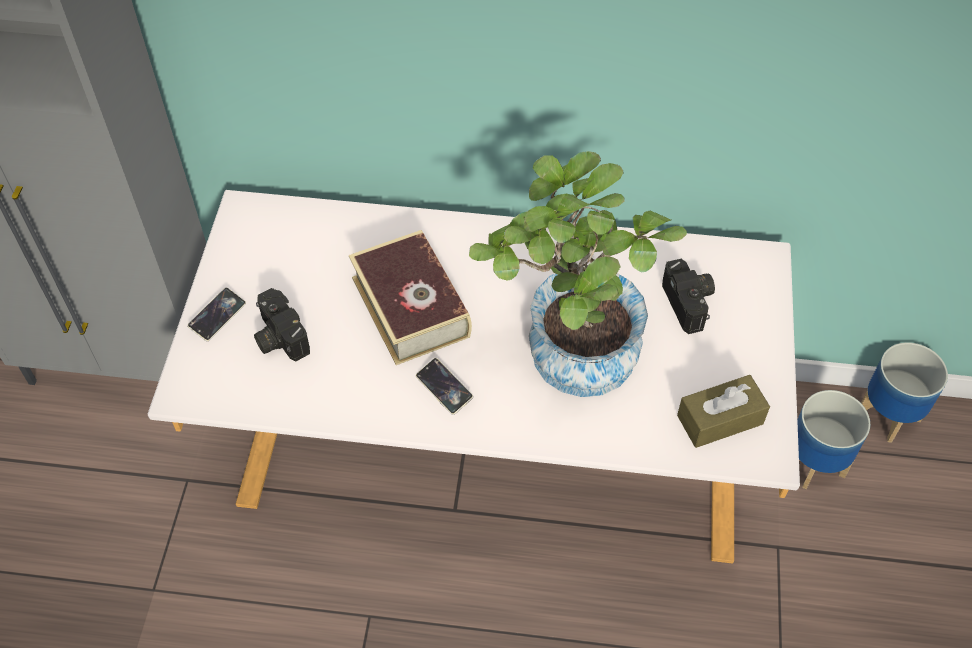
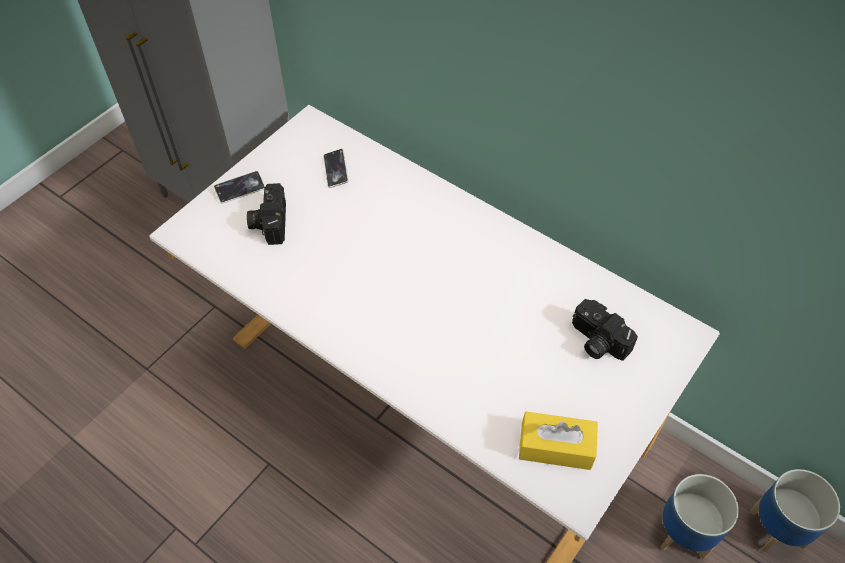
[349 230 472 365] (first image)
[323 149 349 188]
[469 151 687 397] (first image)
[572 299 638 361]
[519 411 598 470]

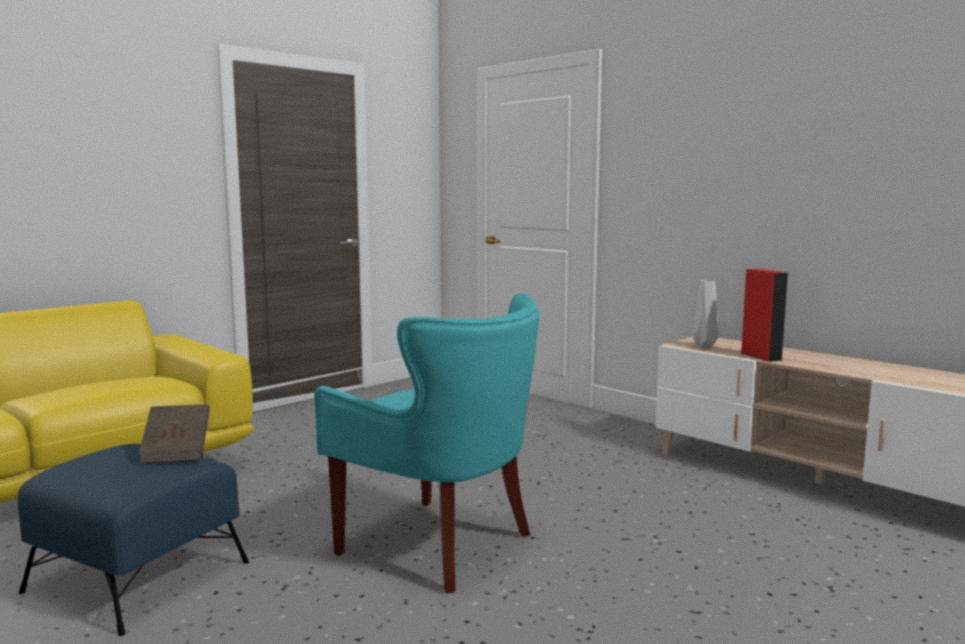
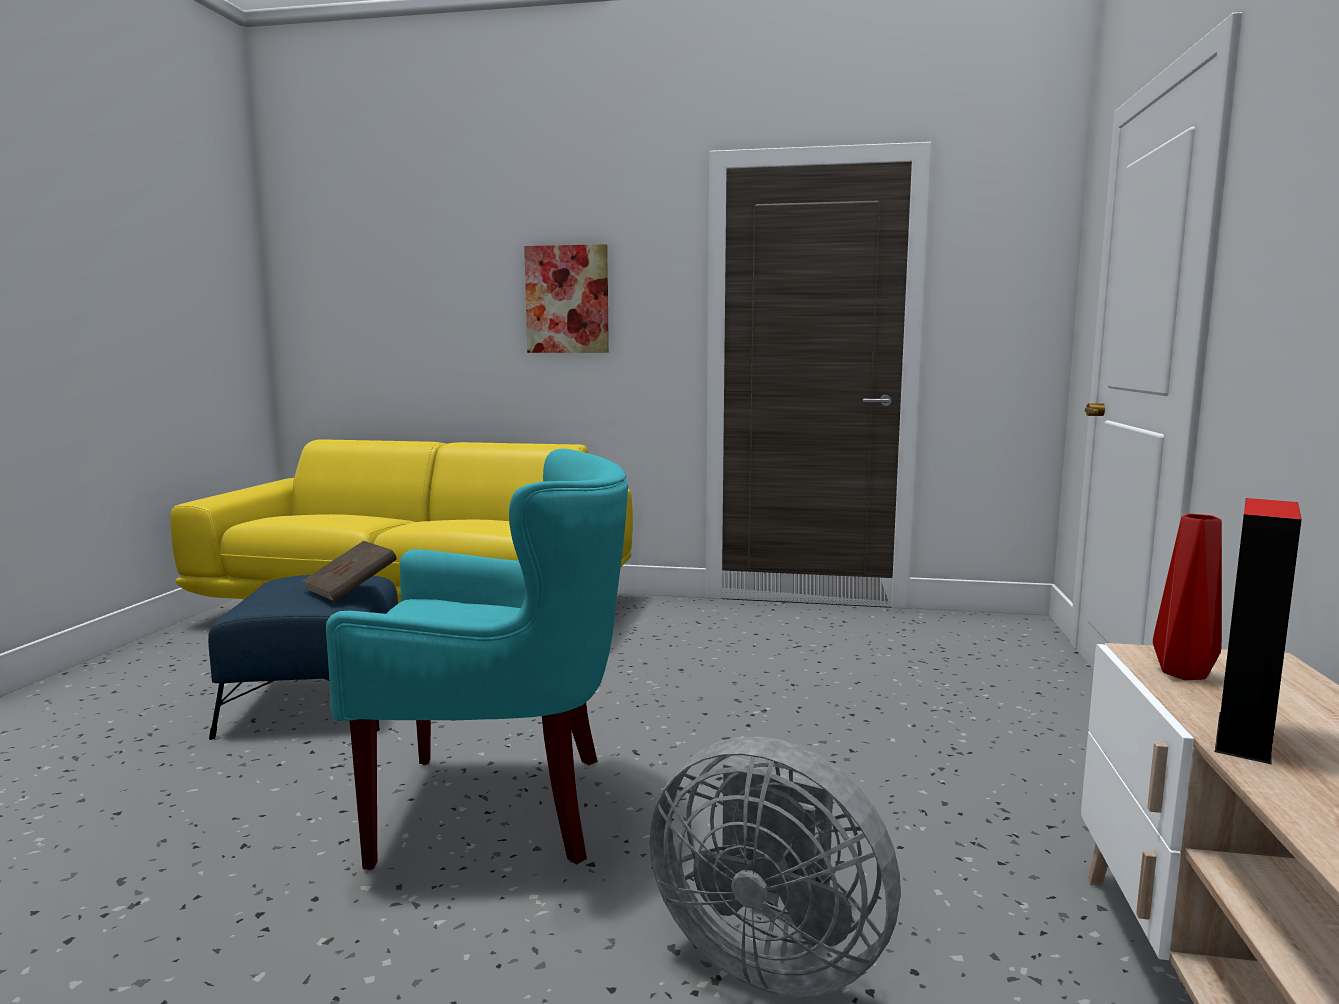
[326 449 628 870]
[1153 514 1222 680]
[524 244 609 353]
[649 737 901 997]

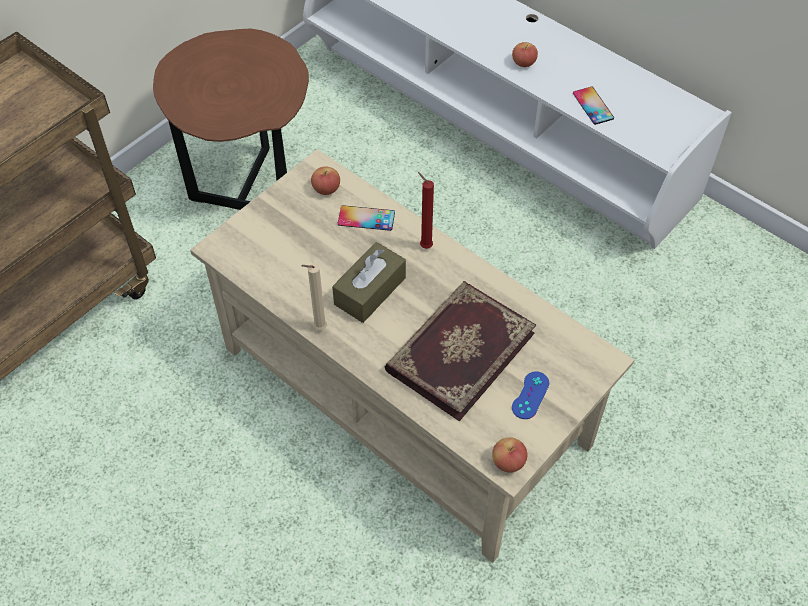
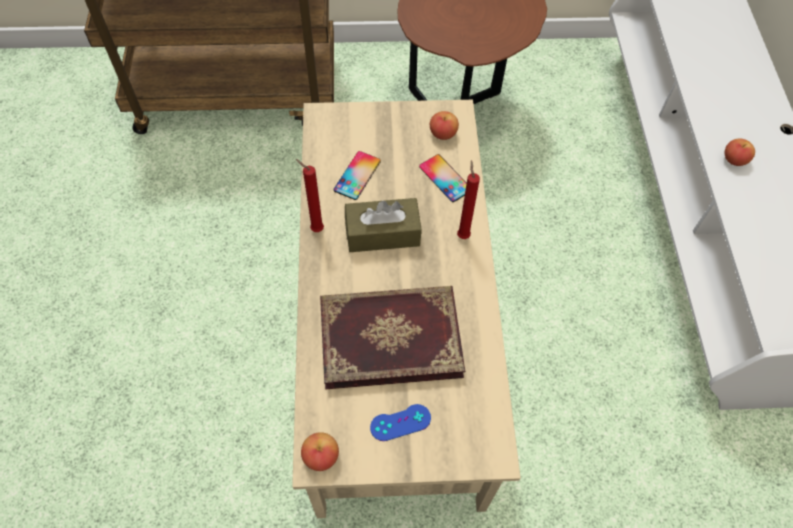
[296 159 324 232]
[333 151 381 200]

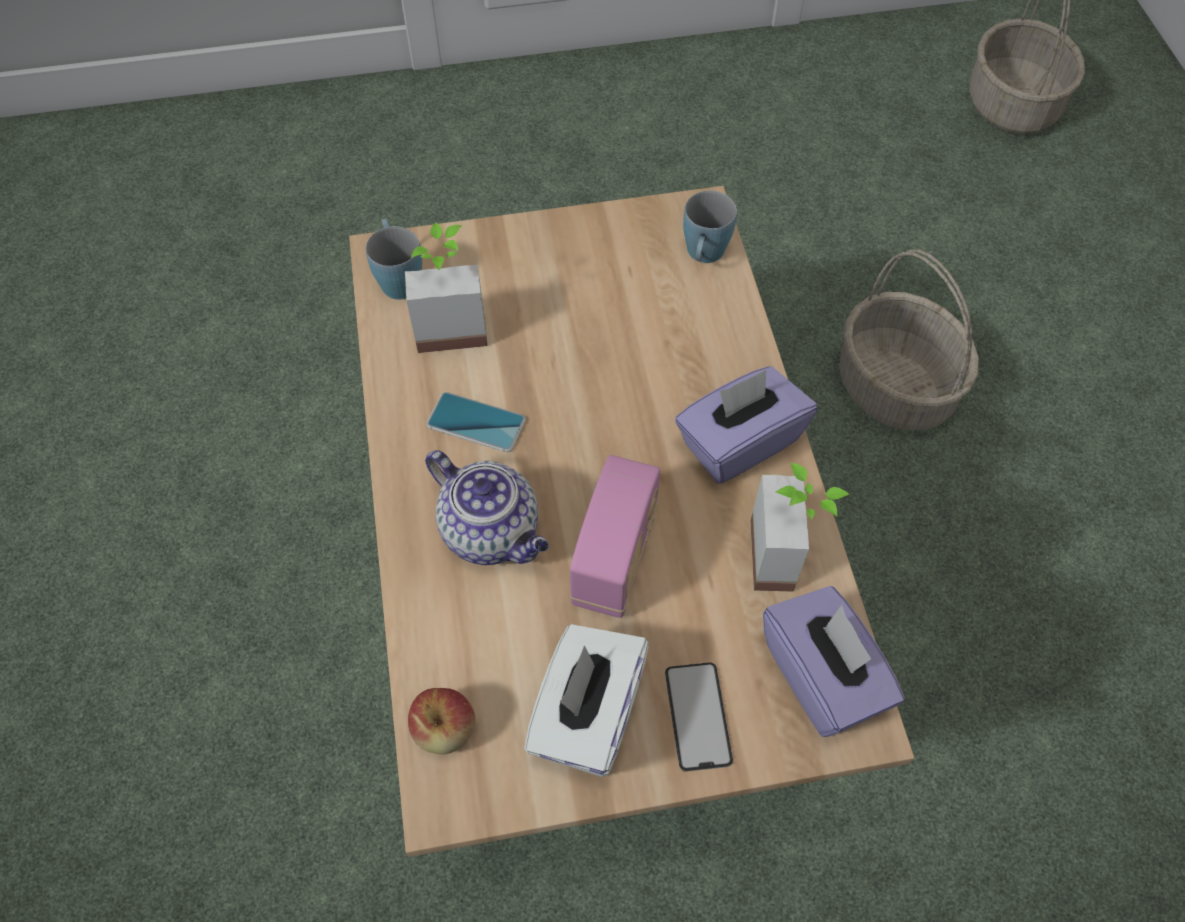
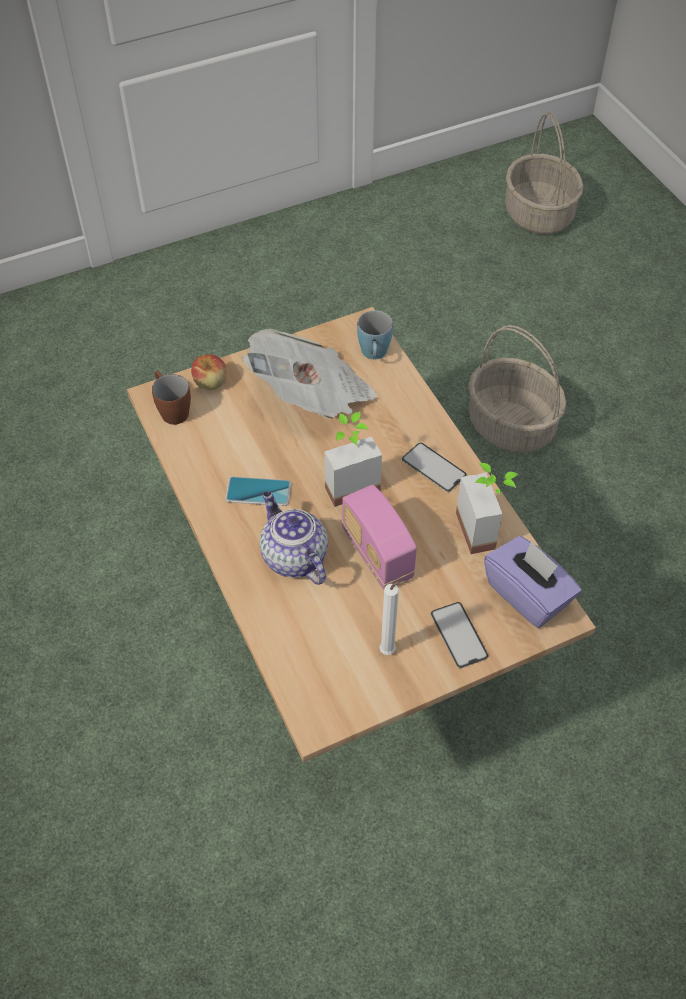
[152 371 191 425]
[324 412 382 507]
[191 354 227 390]
[260 491 328 585]
[379 581 407 655]
[342 485 417 590]
[402 442 467 492]
[242 328 377 419]

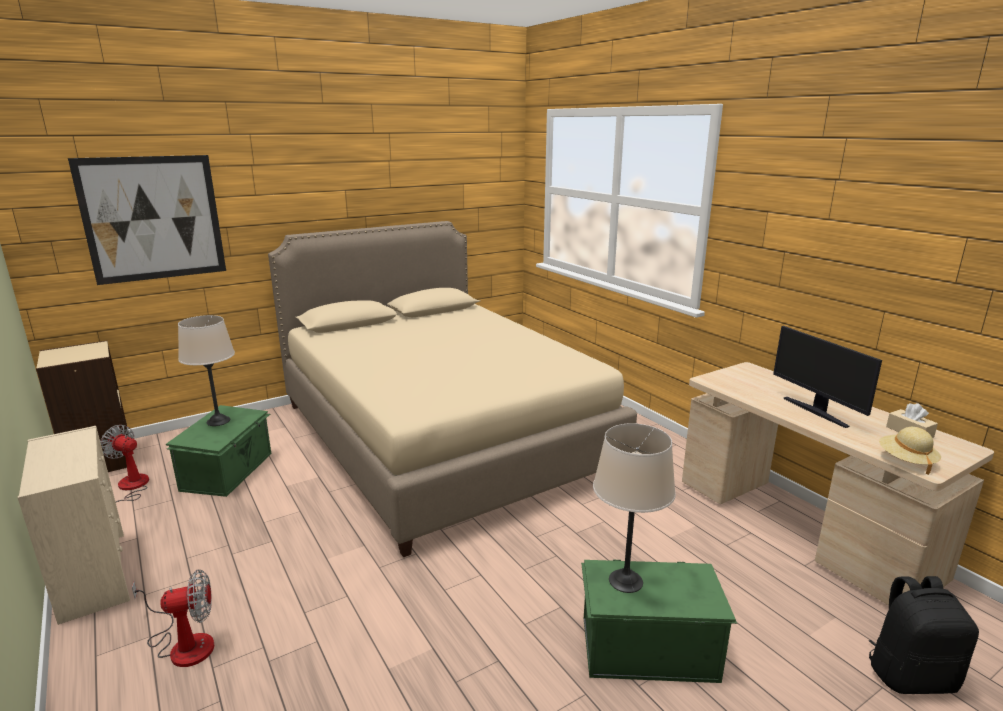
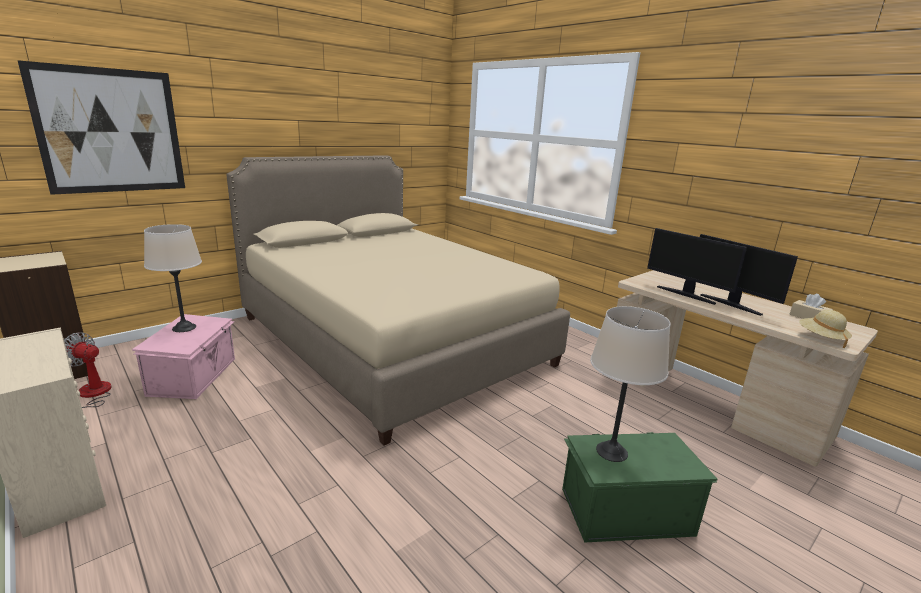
[132 570 214 667] (first image)
[132 314 235 399]
[869 576 979 694] (first image)
[647 228 747 305]

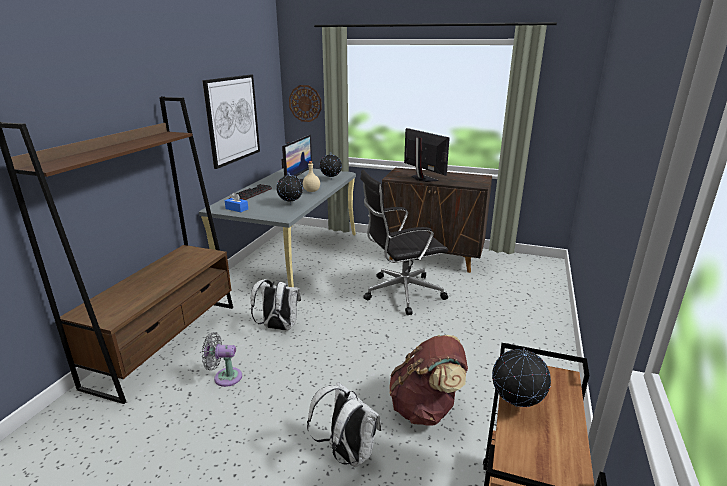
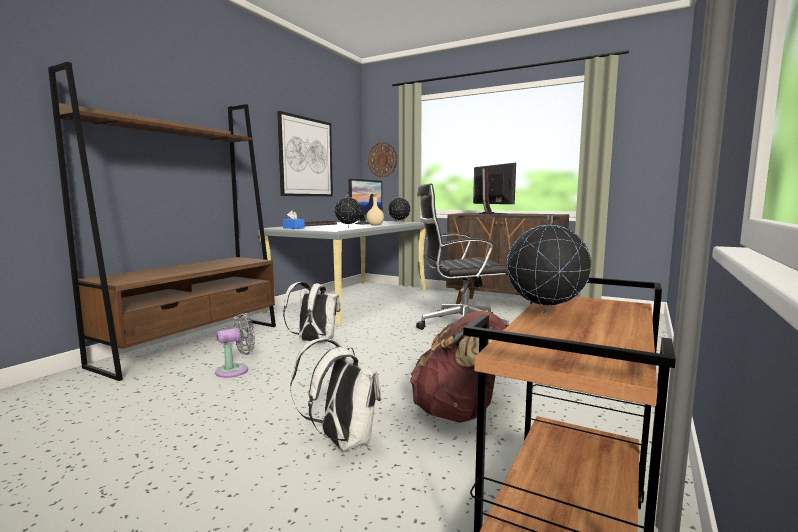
[215 313 255 378]

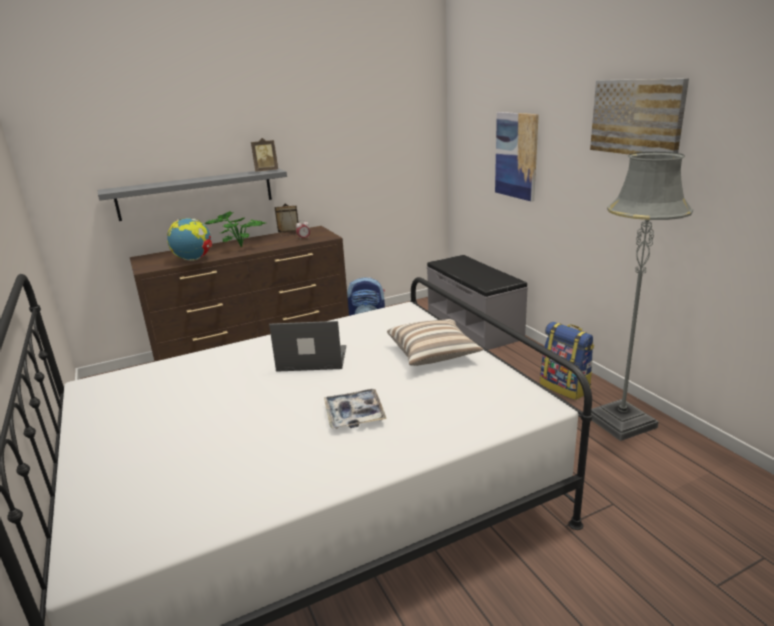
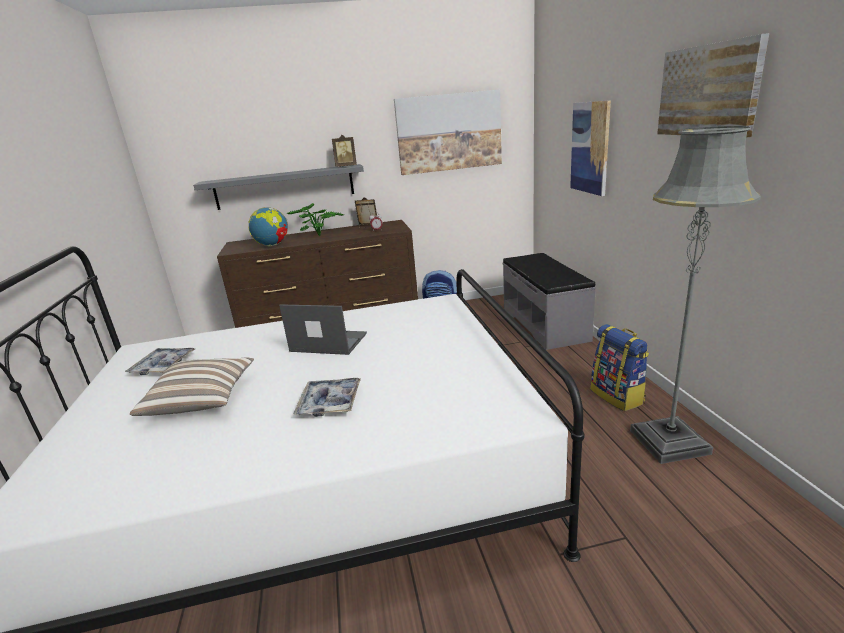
[130 358 254 416]
[125 348 195 375]
[394 89 502 175]

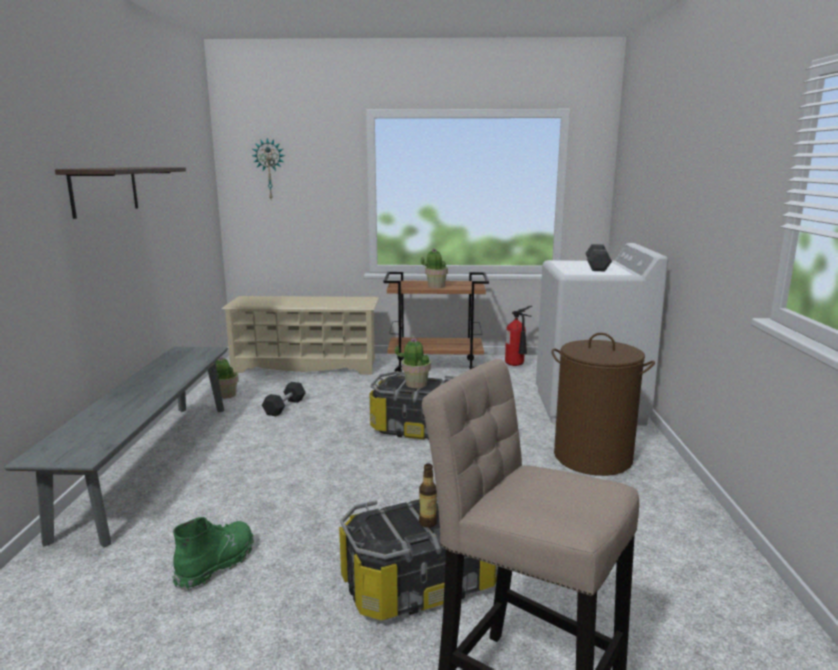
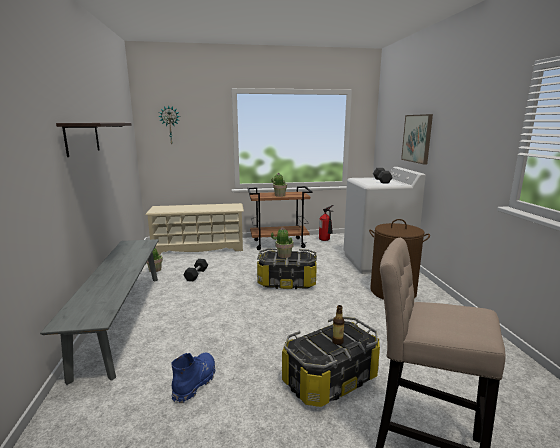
[171 353 216 403]
[401 114 433 164]

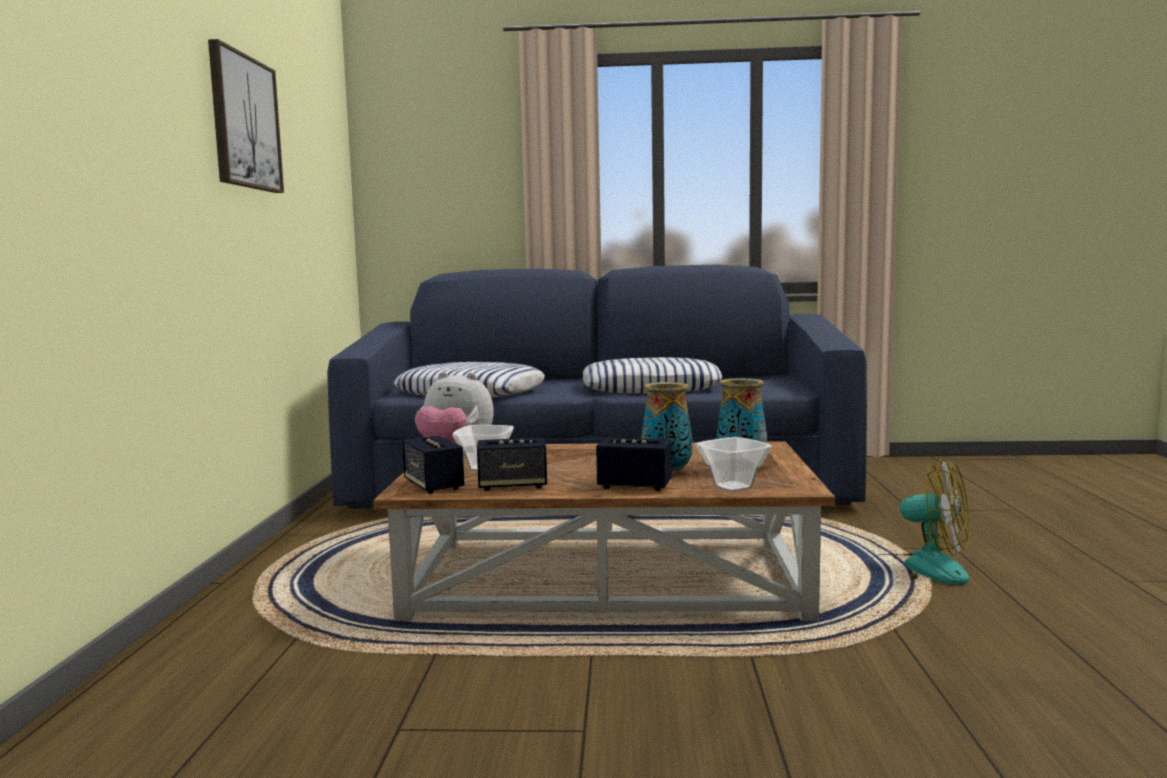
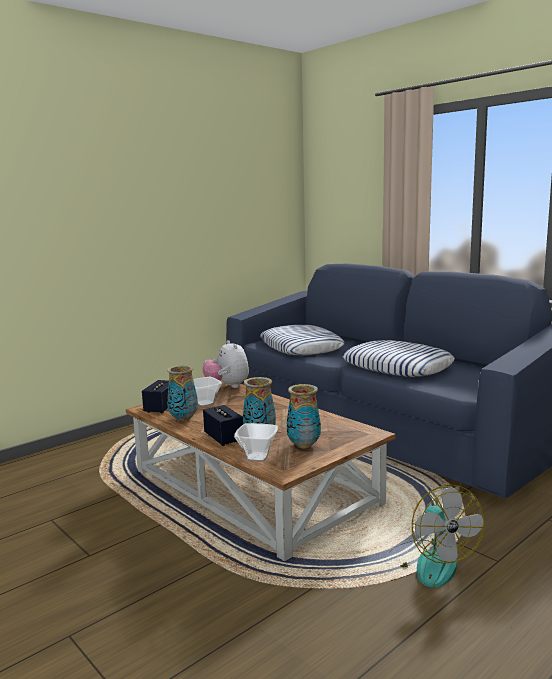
[208 39 284 193] (first image)
[167 365 198 421]

